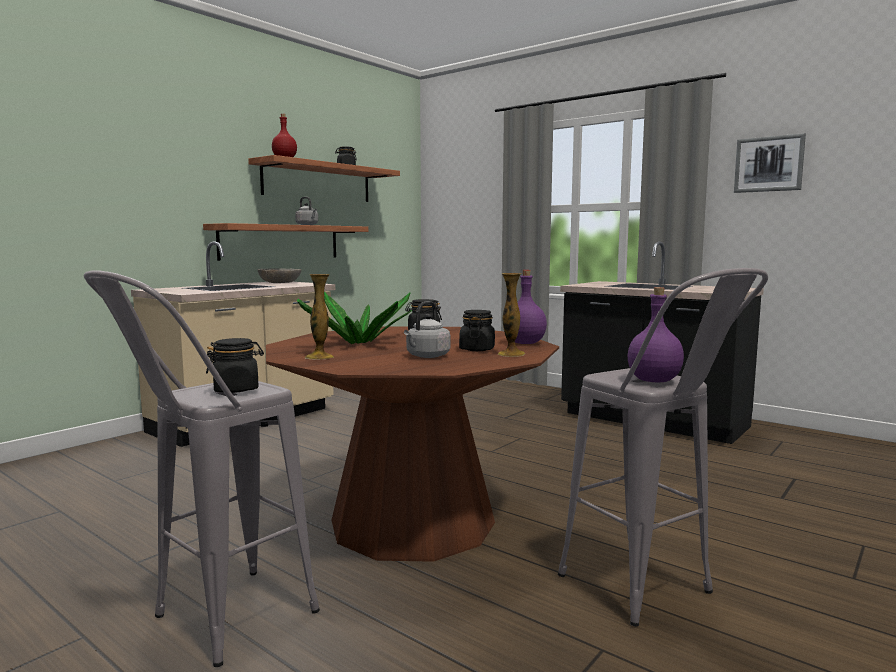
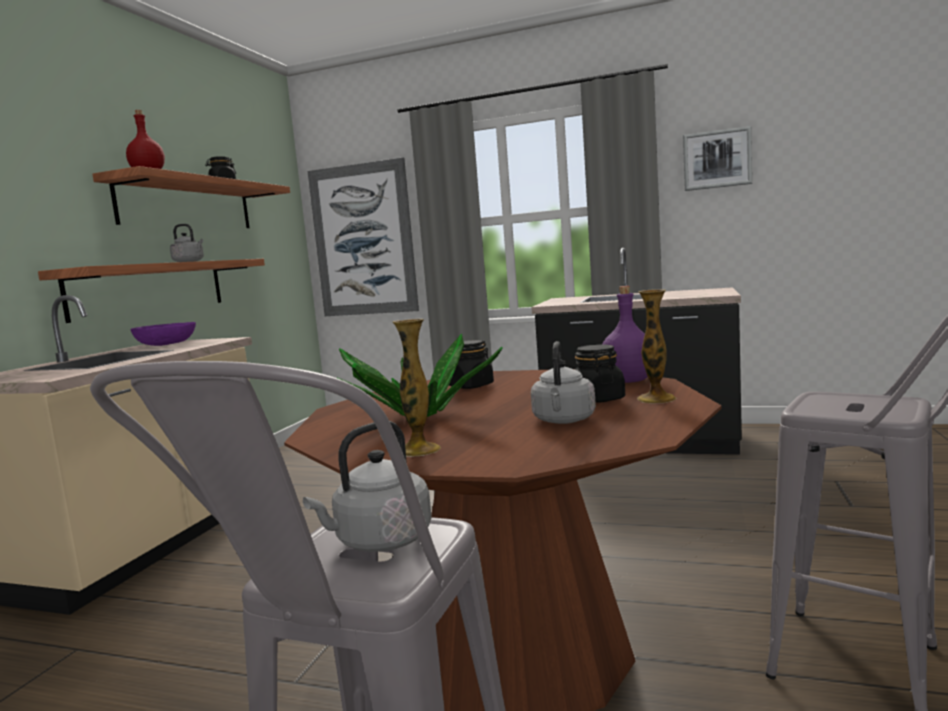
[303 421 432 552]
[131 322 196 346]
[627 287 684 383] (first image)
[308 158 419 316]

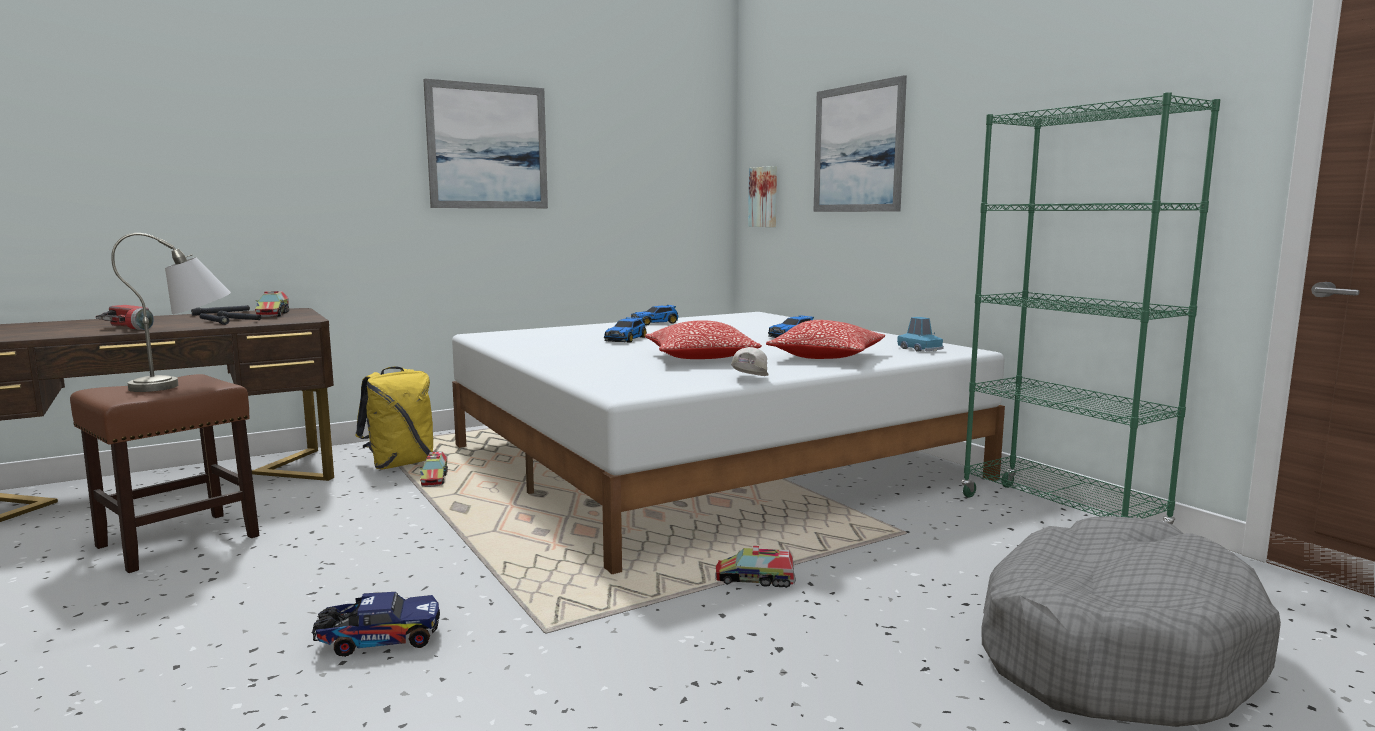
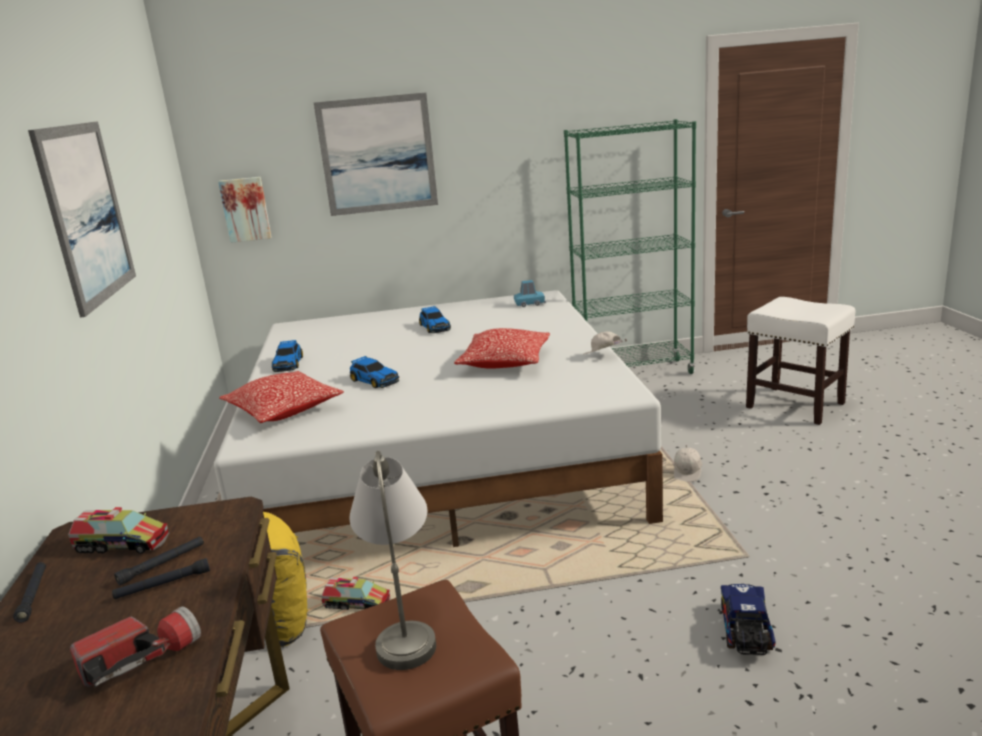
[674 445 702 482]
[219 371 344 423]
[746 297 855 425]

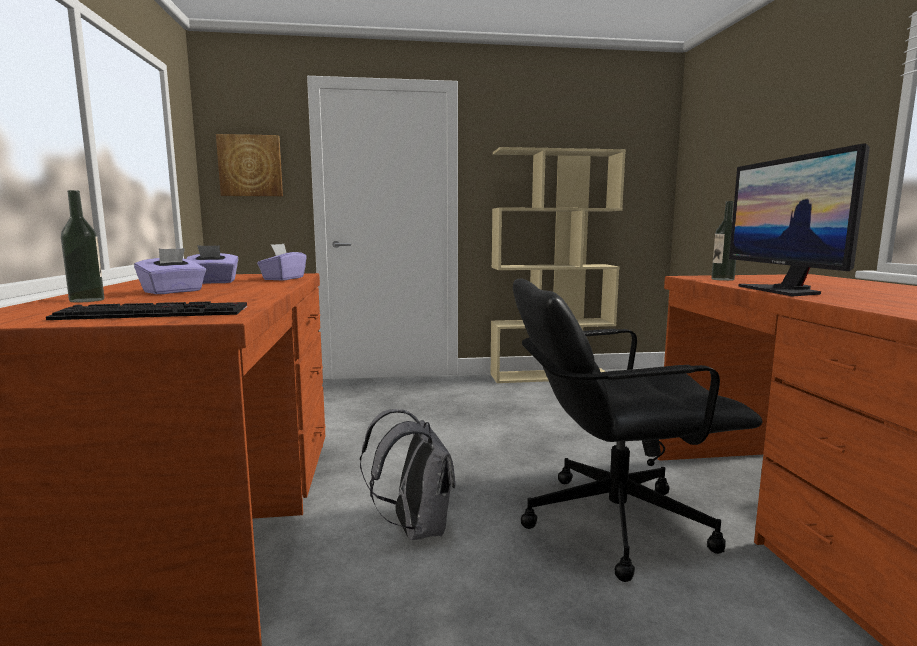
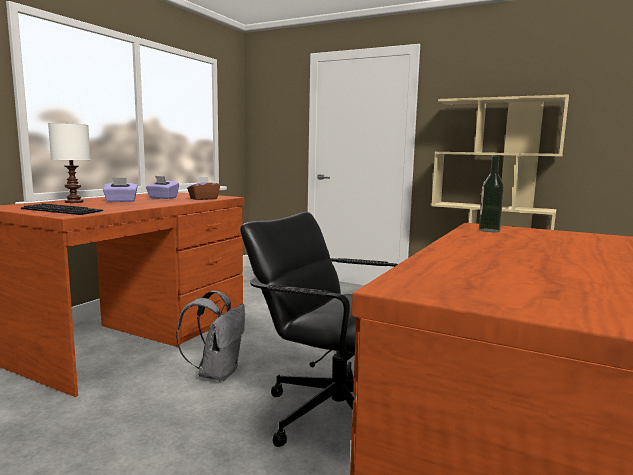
[48 123 91 203]
[216 134 283 196] (first image)
[187 177 220 200]
[729 144 870 297] (first image)

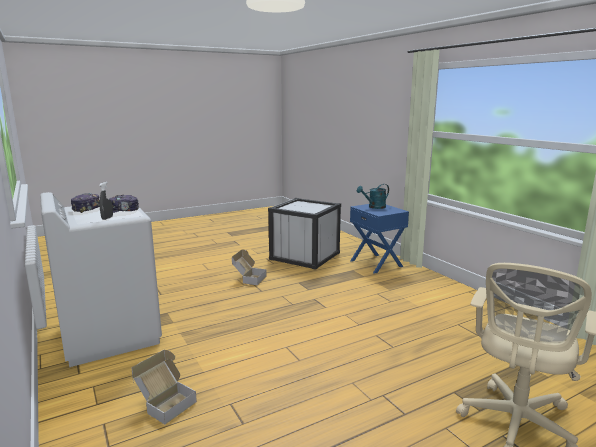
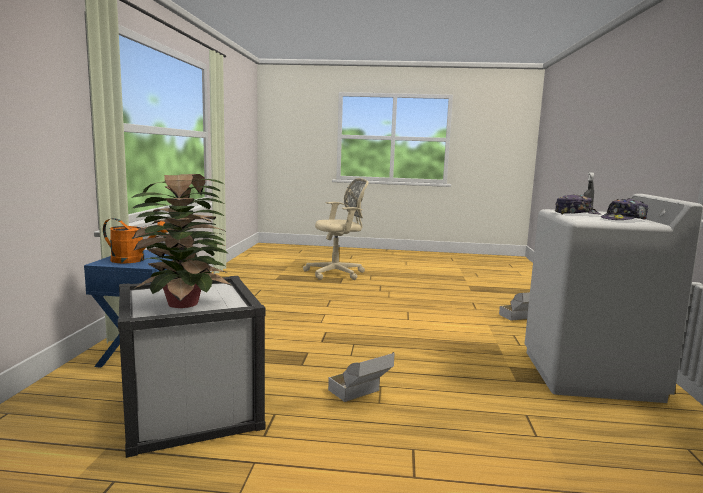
[103 218 168 263]
[131 174 233 308]

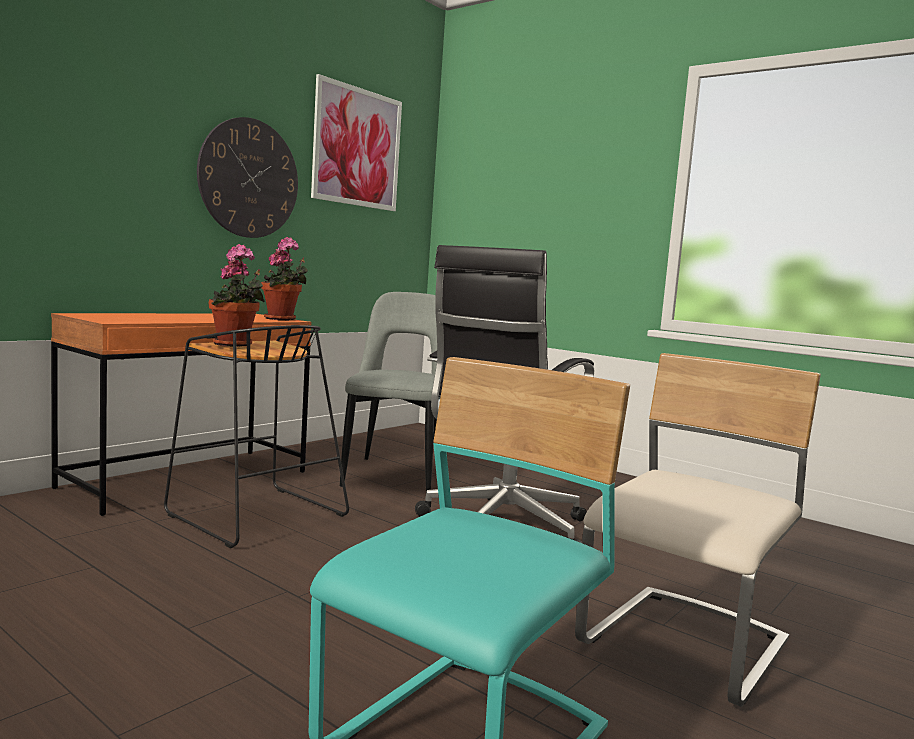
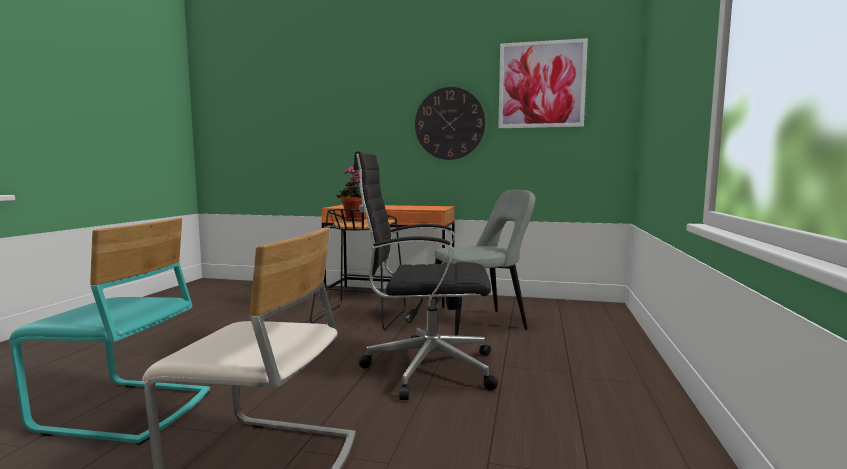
[261 237 308 320] (first image)

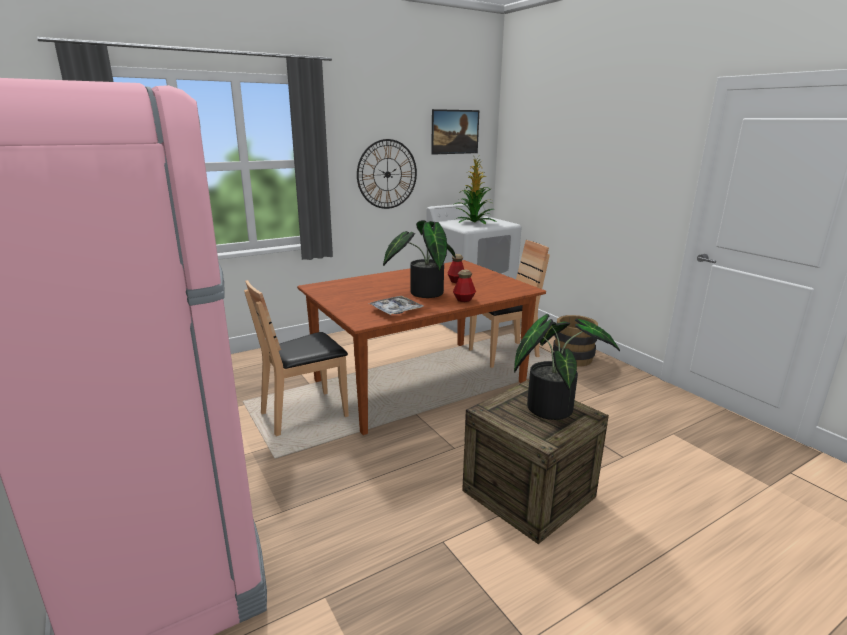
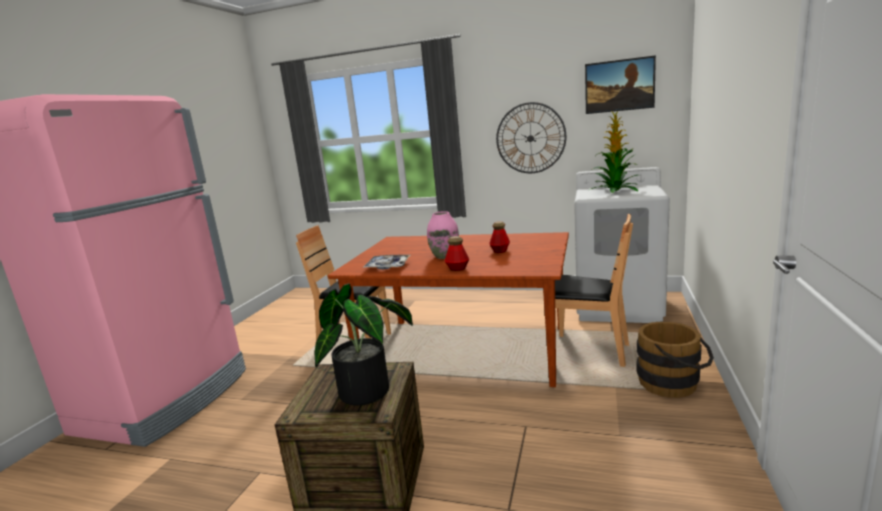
[427 211 459 259]

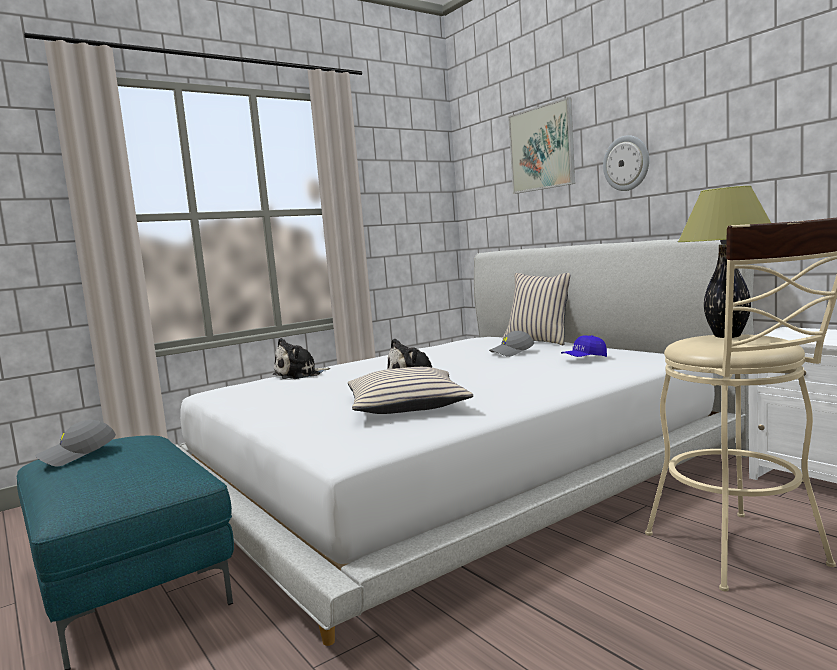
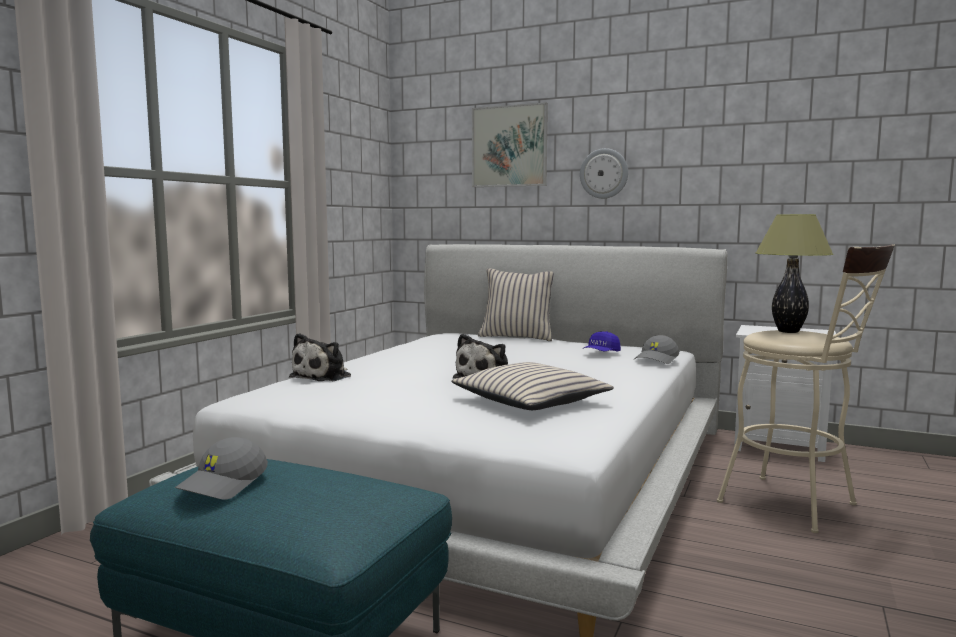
[634 335 679 364]

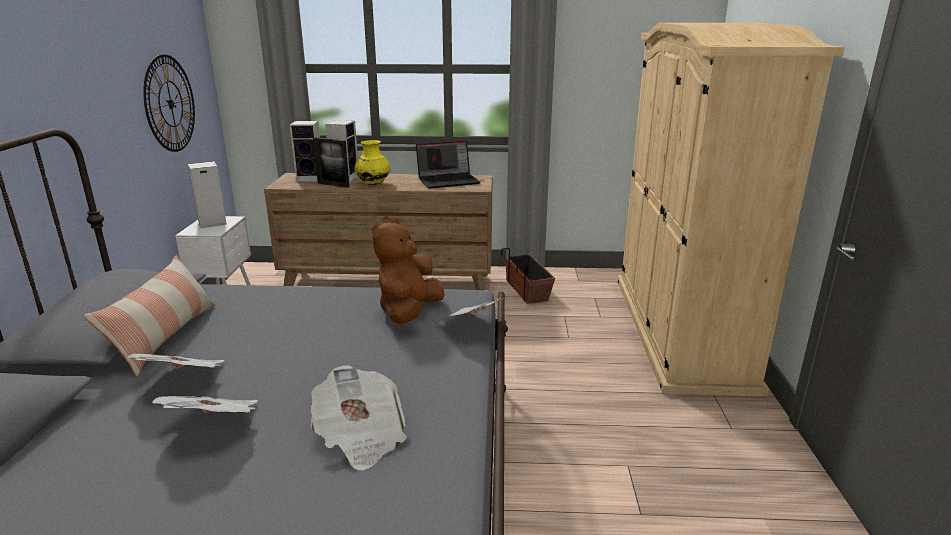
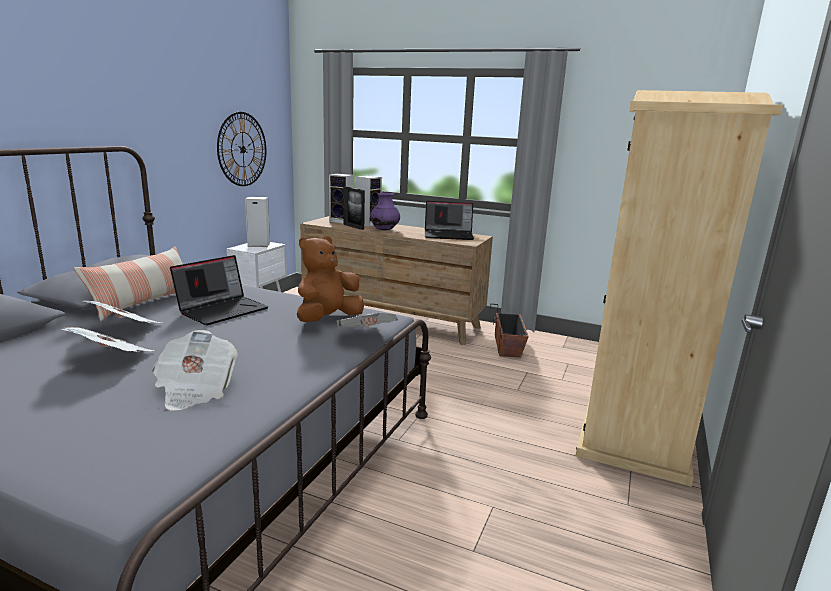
[370 193 400 230]
[170 255 269 325]

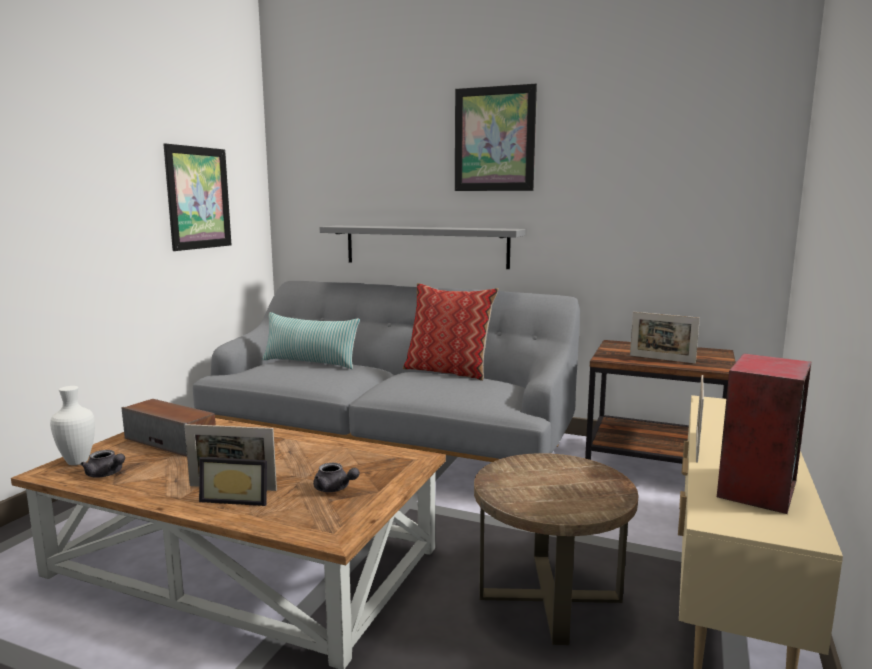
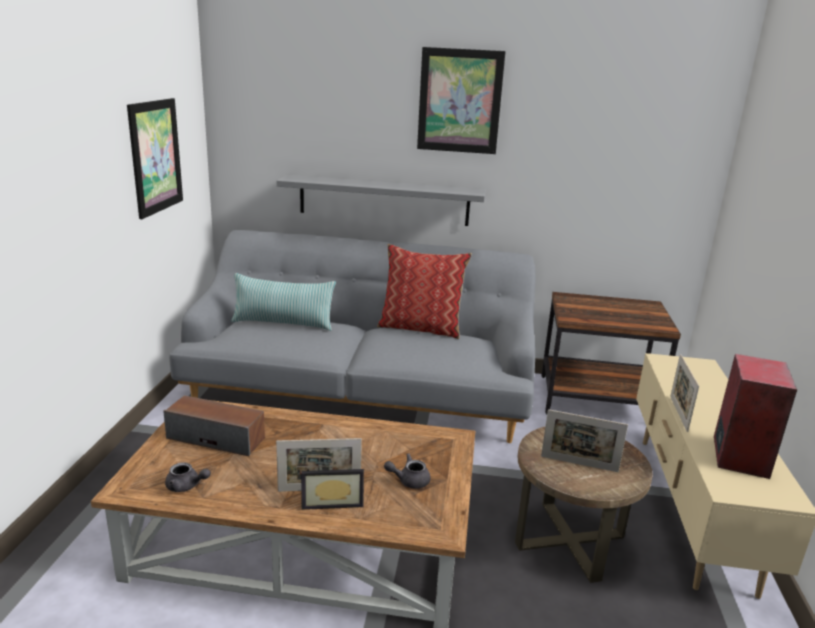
[50 386 95 465] (first image)
[384 454 431 489]
[541 409 628 472]

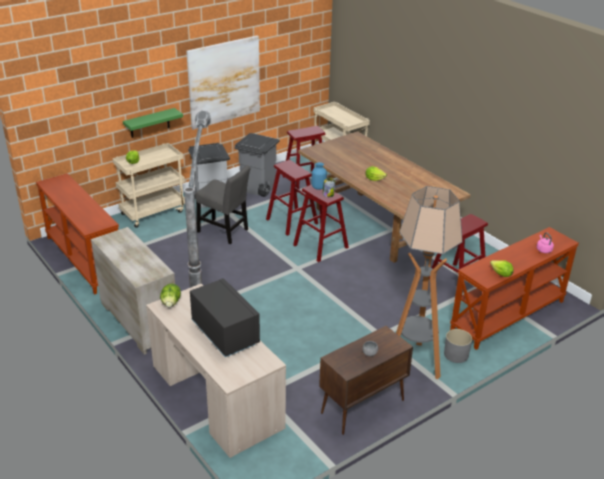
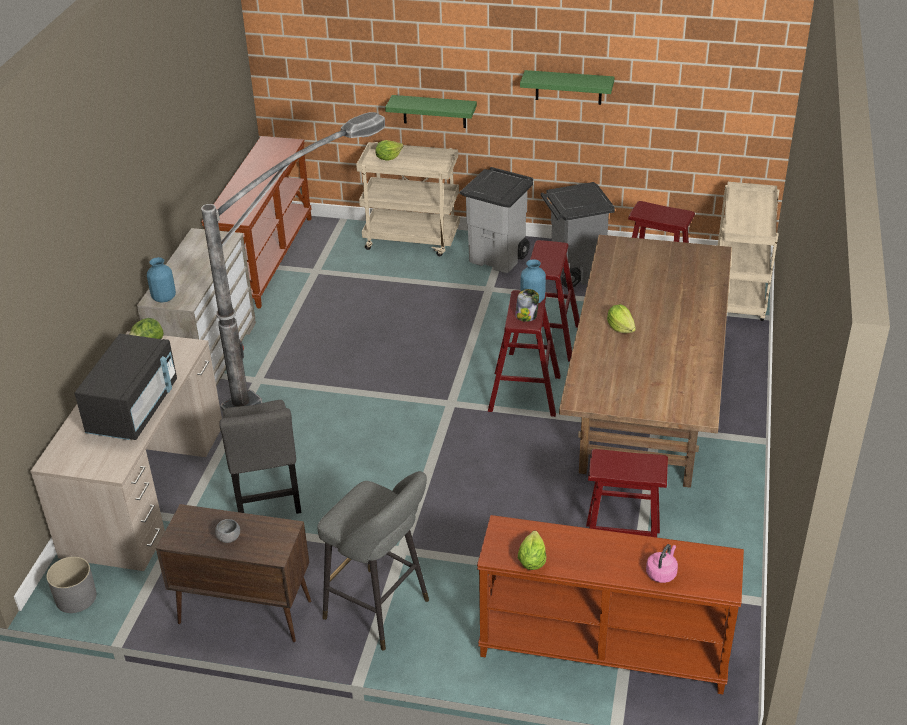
[520 70 614 105]
[219 400 301 514]
[317 471 429 651]
[46 557 97 613]
[147 257 176 303]

